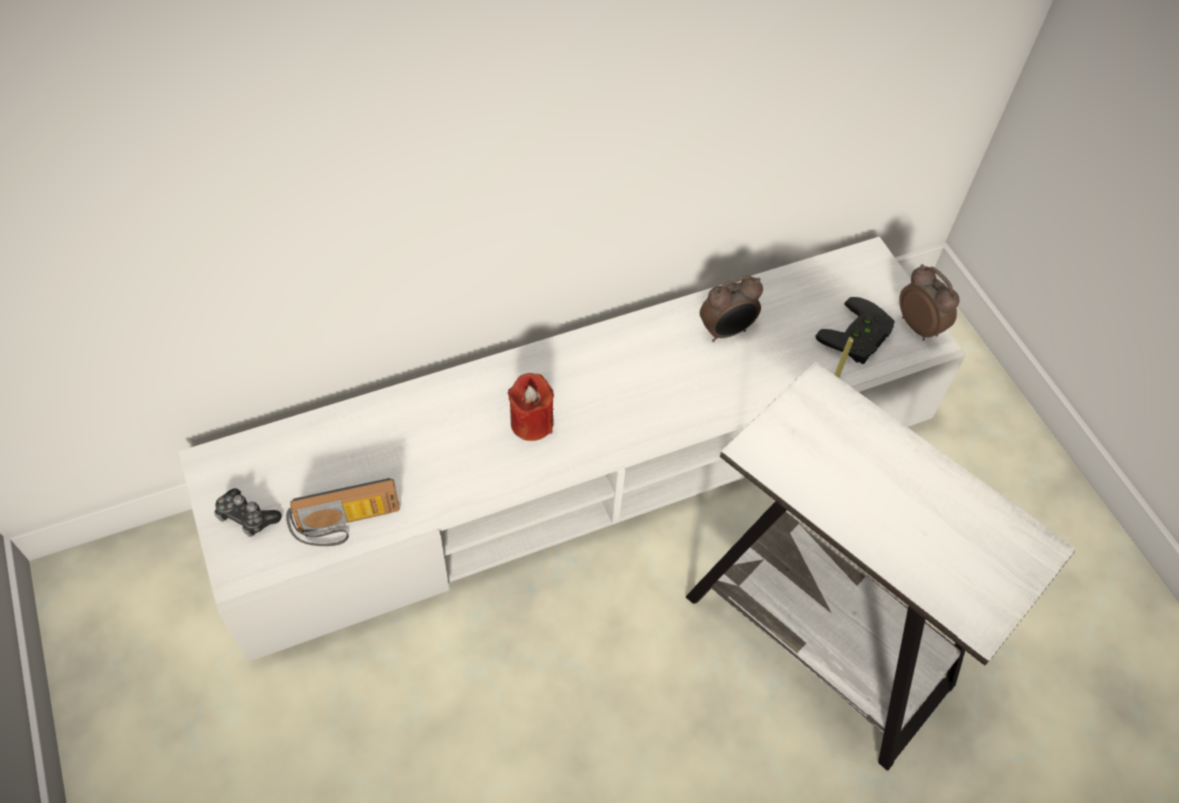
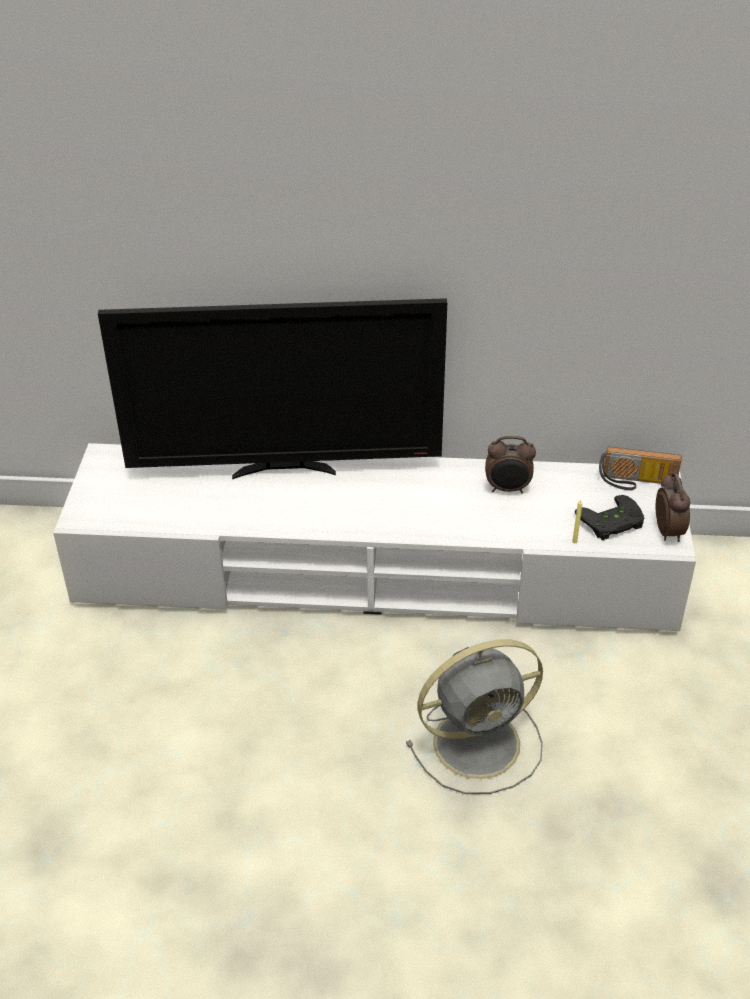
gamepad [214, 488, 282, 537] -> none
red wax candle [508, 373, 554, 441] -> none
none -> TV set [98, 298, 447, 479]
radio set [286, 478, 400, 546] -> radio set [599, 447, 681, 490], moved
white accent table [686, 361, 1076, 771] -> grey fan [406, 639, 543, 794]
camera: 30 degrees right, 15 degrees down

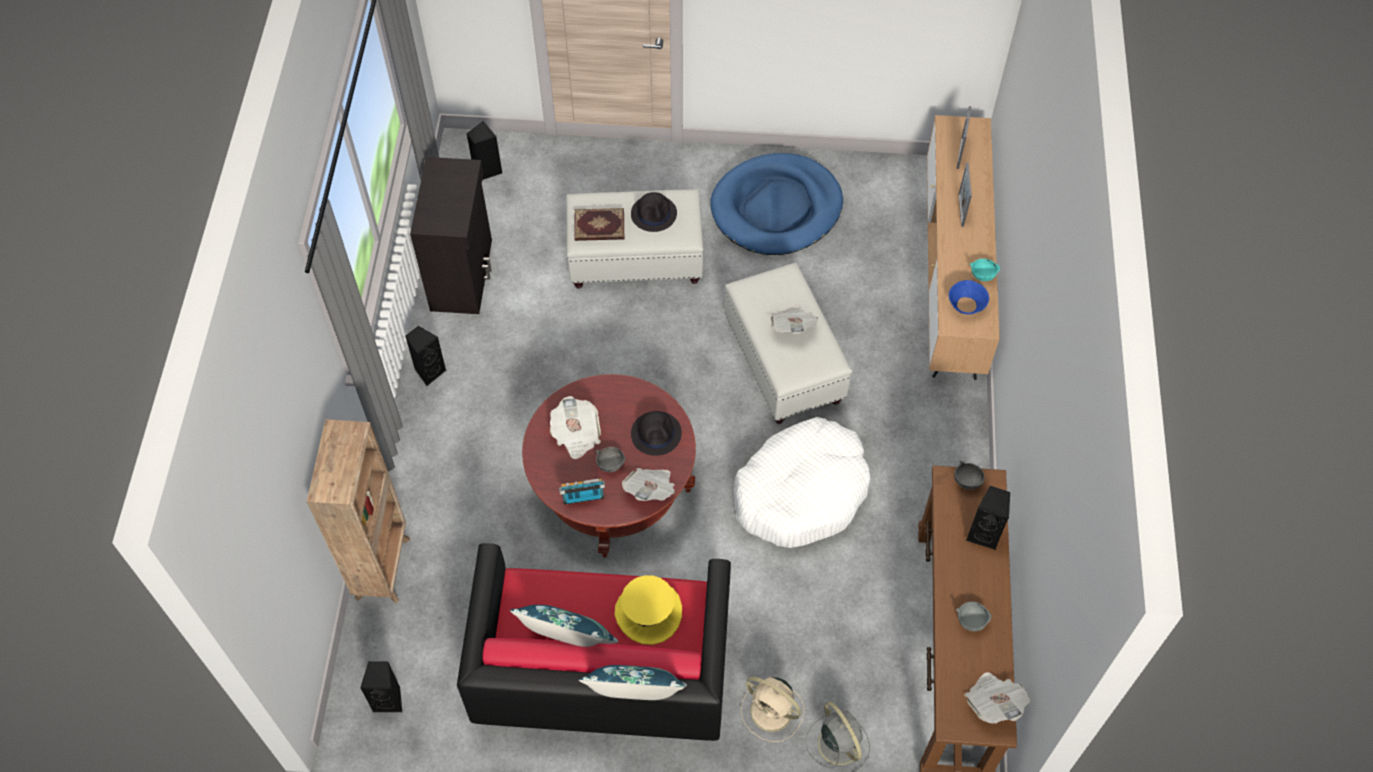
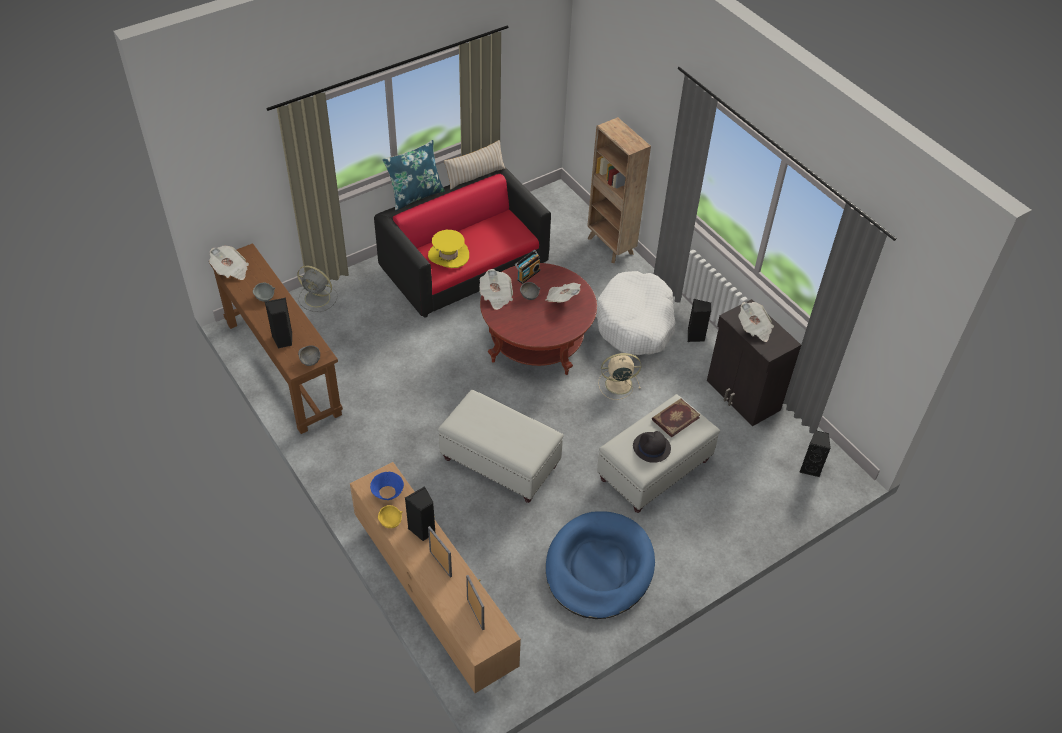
bluish cushion [510, 605, 619, 647] -> none
black wearable hat [631, 411, 682, 456] -> none
none -> beige cushion [444, 140, 505, 190]
black loudspeaker [360, 661, 402, 713] -> black loudspeaker [405, 486, 435, 541], moved
white pet bed [734, 417, 871, 548] -> white pet bed [596, 271, 676, 355], moved
beige fan [741, 677, 804, 742] -> beige fan [599, 353, 641, 400], moved
newspaper [770, 305, 818, 334] -> newspaper [739, 302, 774, 342], moved
blue-green deep dish [969, 259, 1000, 281] -> yellow deep dish [378, 505, 403, 528]
camera: 140 degrees right, 10 degrees down

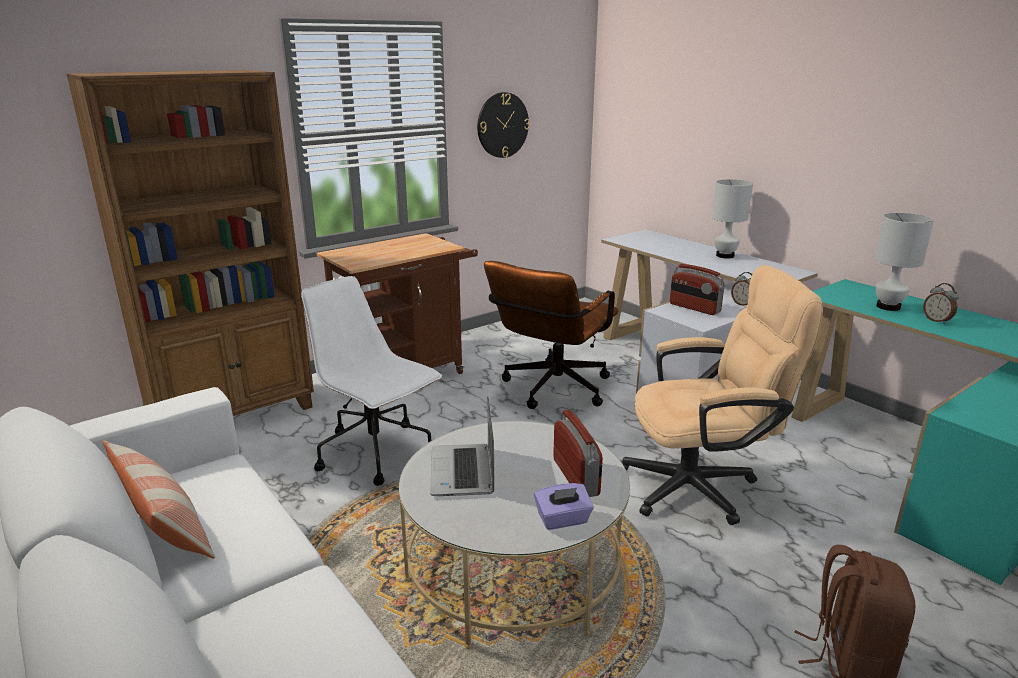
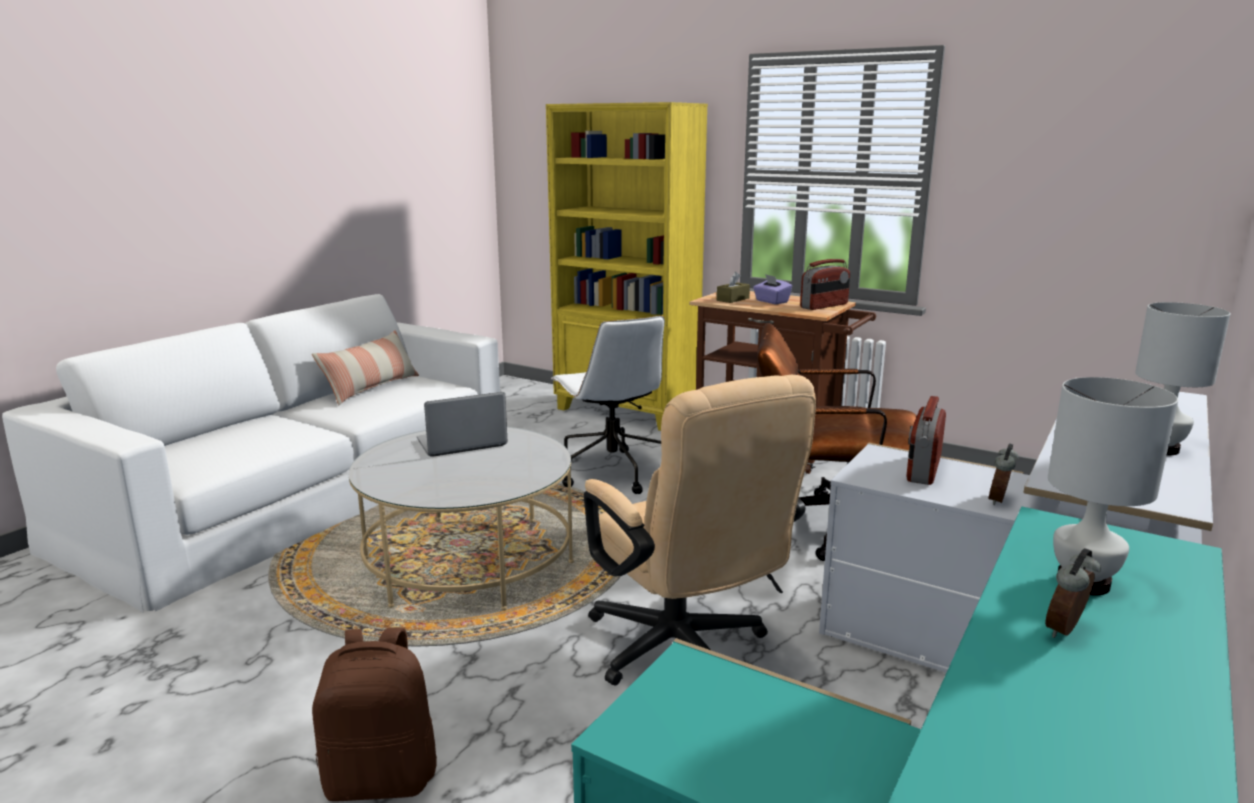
wall clock [477, 92, 530, 158] -> none
none -> brownish box of tissues [717, 272, 750, 303]
purplish box of tissues [534, 483, 594, 530] -> purplish box of tissues [753, 274, 792, 304], moved
radio set [553, 410, 603, 497] -> radio set [800, 259, 850, 310], moved
brownish shelving unit [66, 70, 314, 416] -> yellow shelving unit [546, 102, 708, 431]
white computer chair [301, 276, 442, 486] -> white computer chair [551, 316, 665, 494], 135 degrees clockwise
camera: 70 degrees right, 5 degrees down

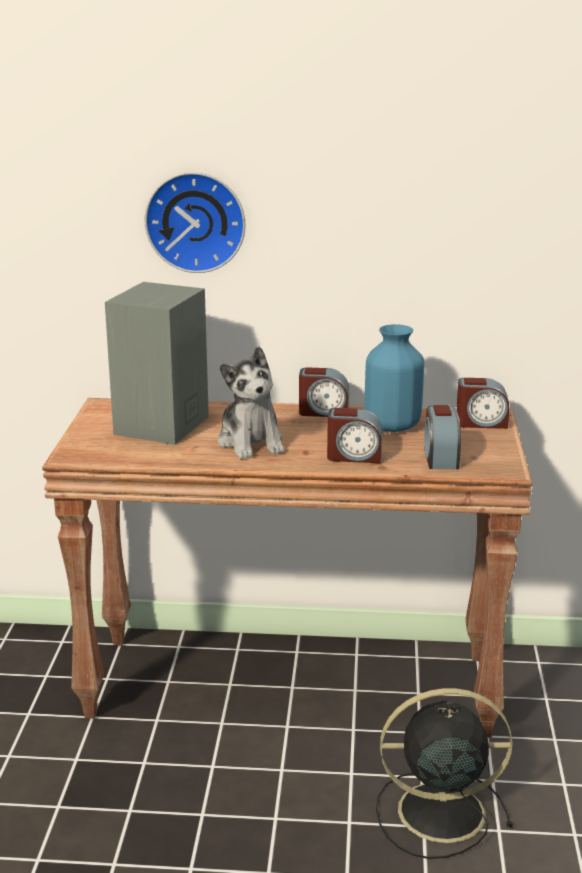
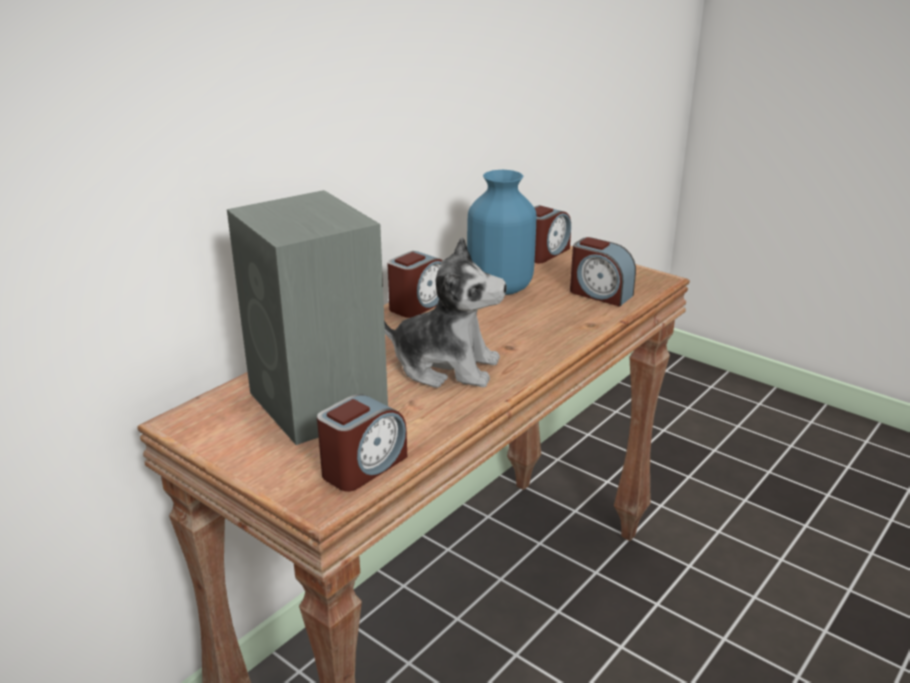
wall clock [145, 172, 245, 273] -> none
black fan [376, 688, 513, 859] -> none
alarm clock [327, 408, 382, 463] -> alarm clock [317, 394, 407, 492], moved
camera: 55 degrees left, 5 degrees up

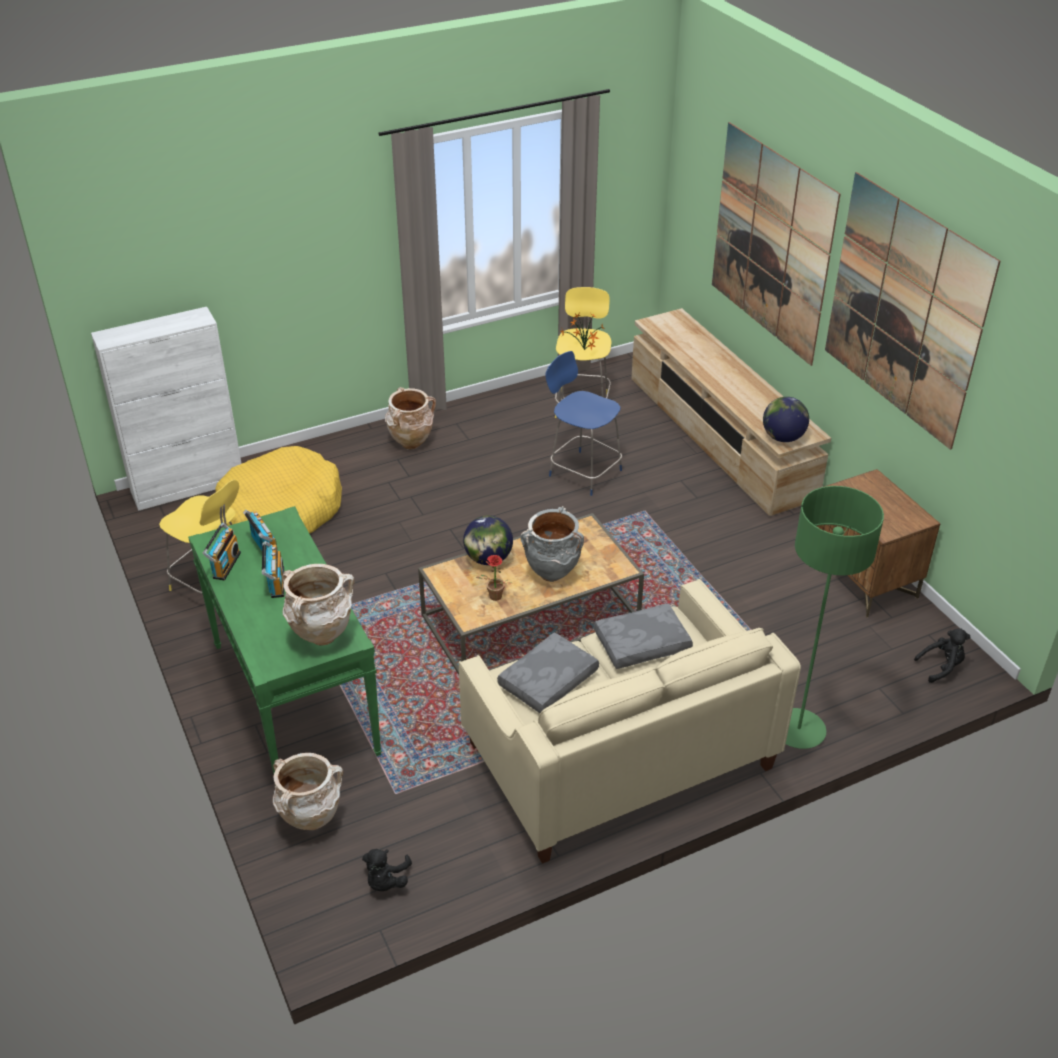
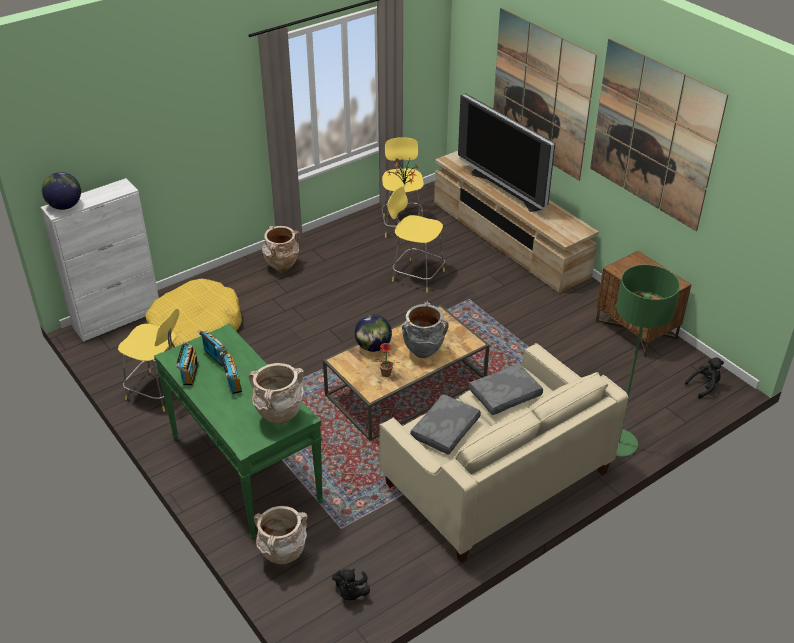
none -> TV set [458, 93, 555, 212]
desk globe [763, 397, 809, 442] -> desk globe [42, 172, 81, 210], moved
bluish stool [545, 351, 622, 496] -> yellow stool [387, 186, 445, 292]
camera: 10 degrees left, 0 degrees up

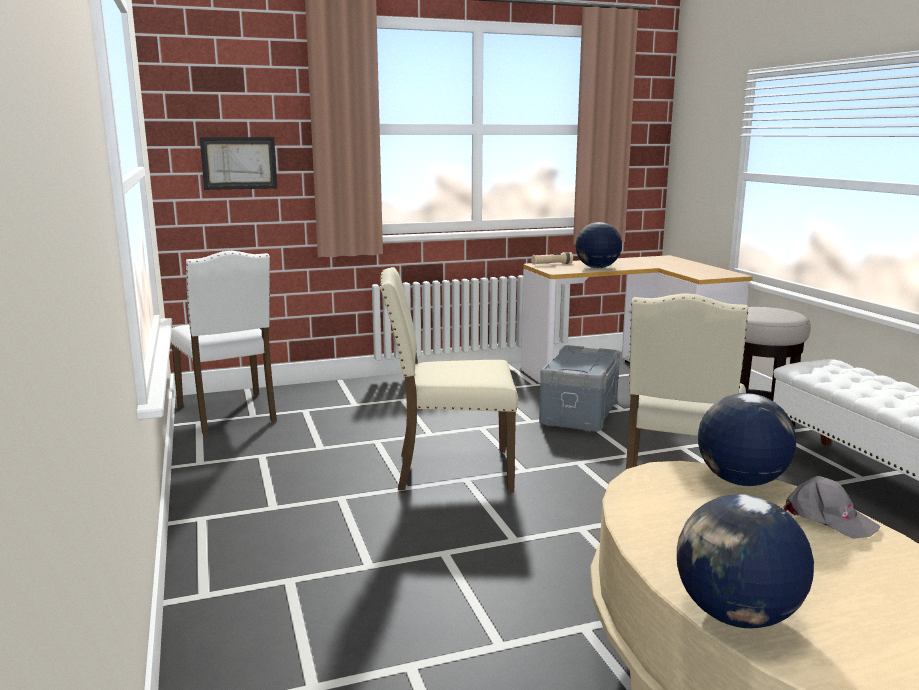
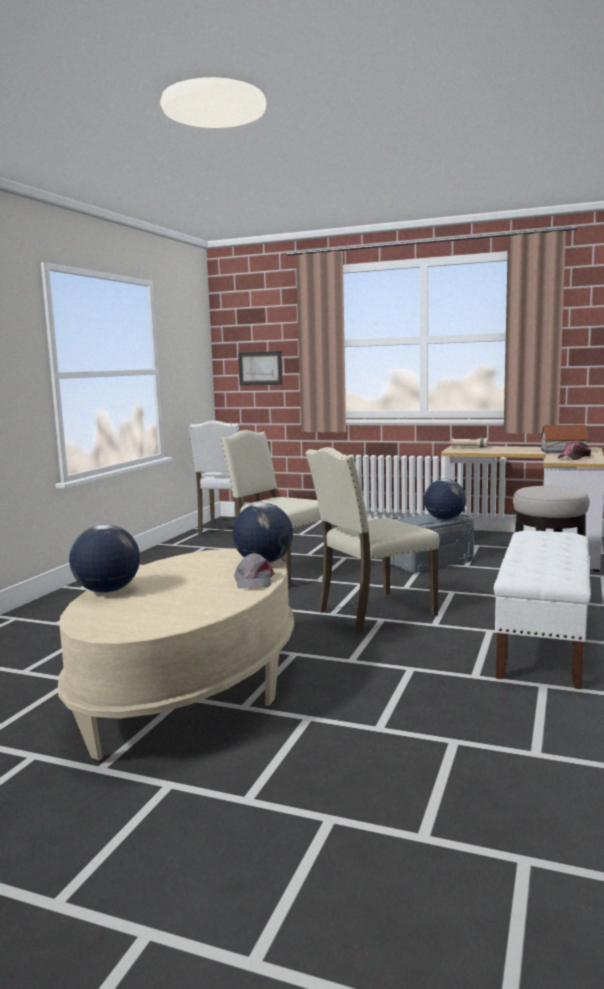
none -> miniature house [540, 425, 589, 453]
none -> peaked cap [558, 441, 591, 460]
desk globe [575, 222, 622, 268] -> desk globe [424, 479, 466, 520], moved
camera: 40 degrees right, 5 degrees down

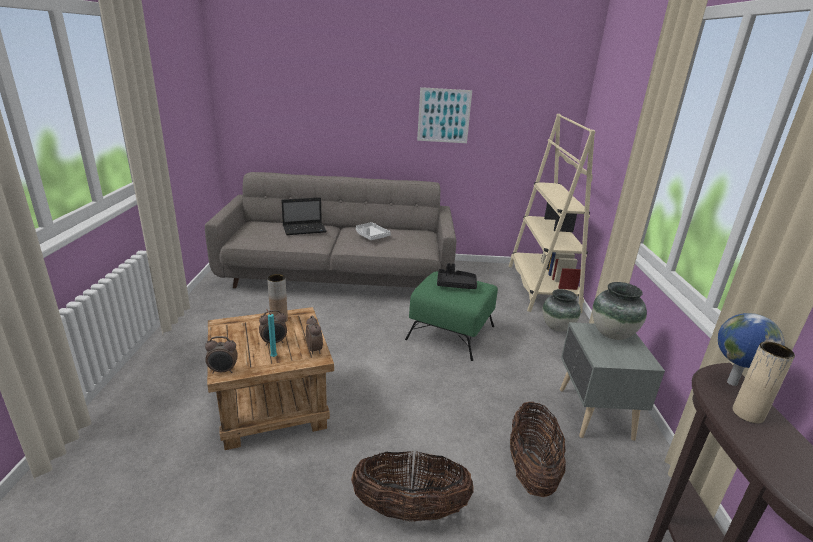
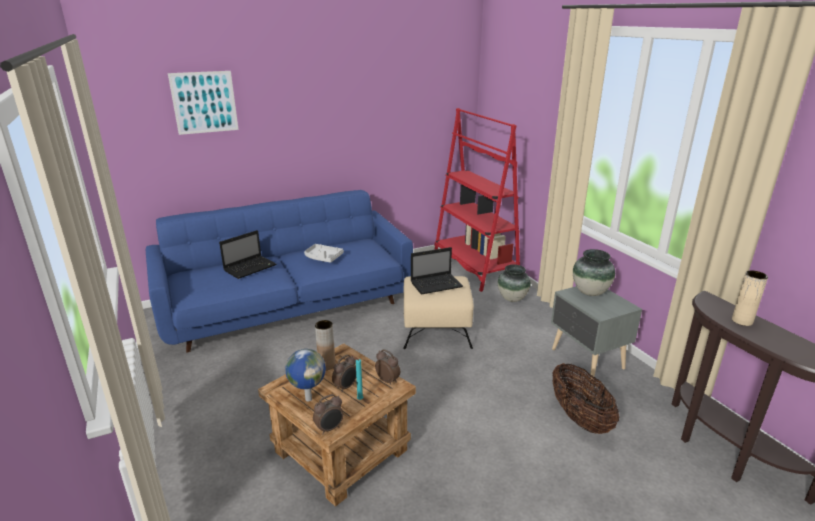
basket [351, 450, 474, 522] -> none
wall art [417, 87, 472, 143] -> wall art [168, 71, 239, 135], moved
desk globe [718, 313, 785, 386] -> desk globe [285, 349, 326, 402], moved
black serving tray [437, 263, 477, 289] -> notebook computer [411, 247, 463, 295]
grey settee [205, 172, 456, 288] -> bluish settee [146, 190, 413, 353]
green-coloured pouffe [405, 271, 498, 361] -> beige pouffe [403, 276, 474, 349]
beige shelving unit [509, 114, 595, 313] -> red shelving unit [434, 108, 520, 292]
camera: 25 degrees left, 0 degrees up

